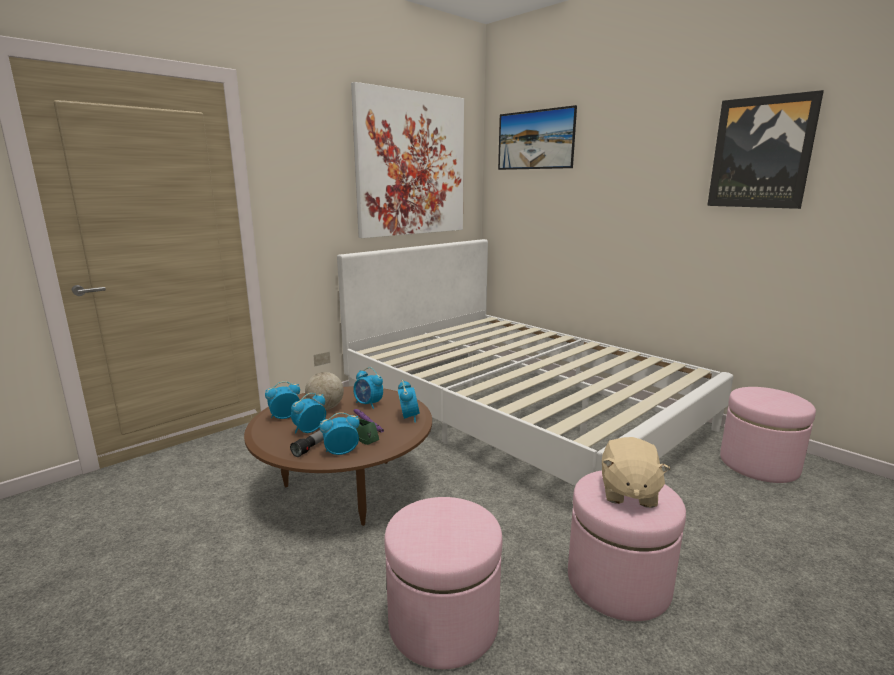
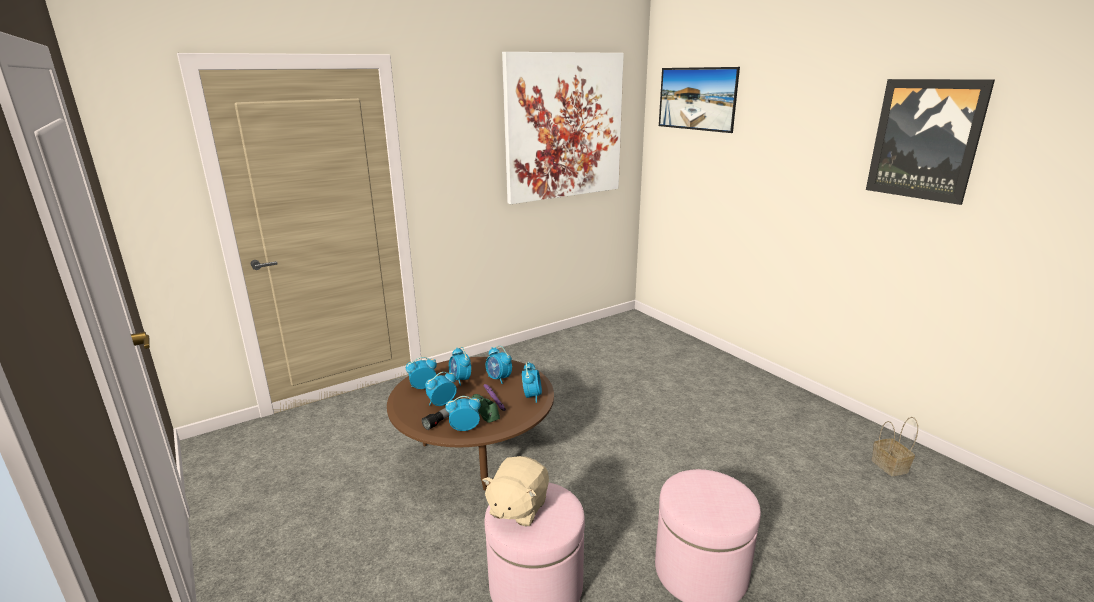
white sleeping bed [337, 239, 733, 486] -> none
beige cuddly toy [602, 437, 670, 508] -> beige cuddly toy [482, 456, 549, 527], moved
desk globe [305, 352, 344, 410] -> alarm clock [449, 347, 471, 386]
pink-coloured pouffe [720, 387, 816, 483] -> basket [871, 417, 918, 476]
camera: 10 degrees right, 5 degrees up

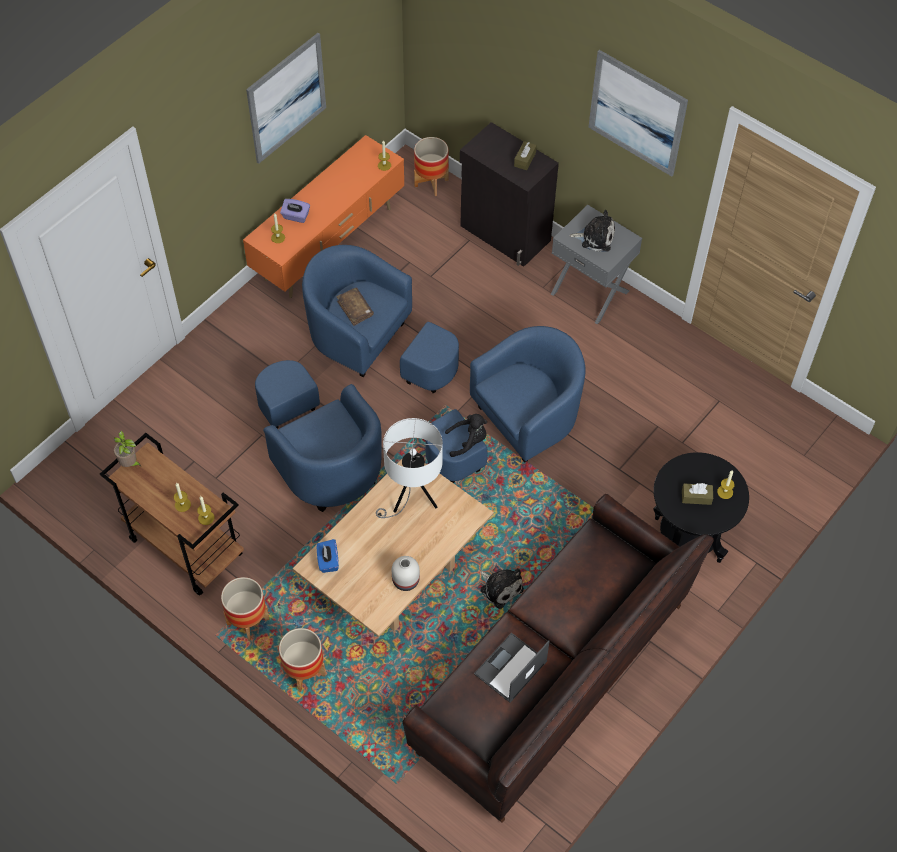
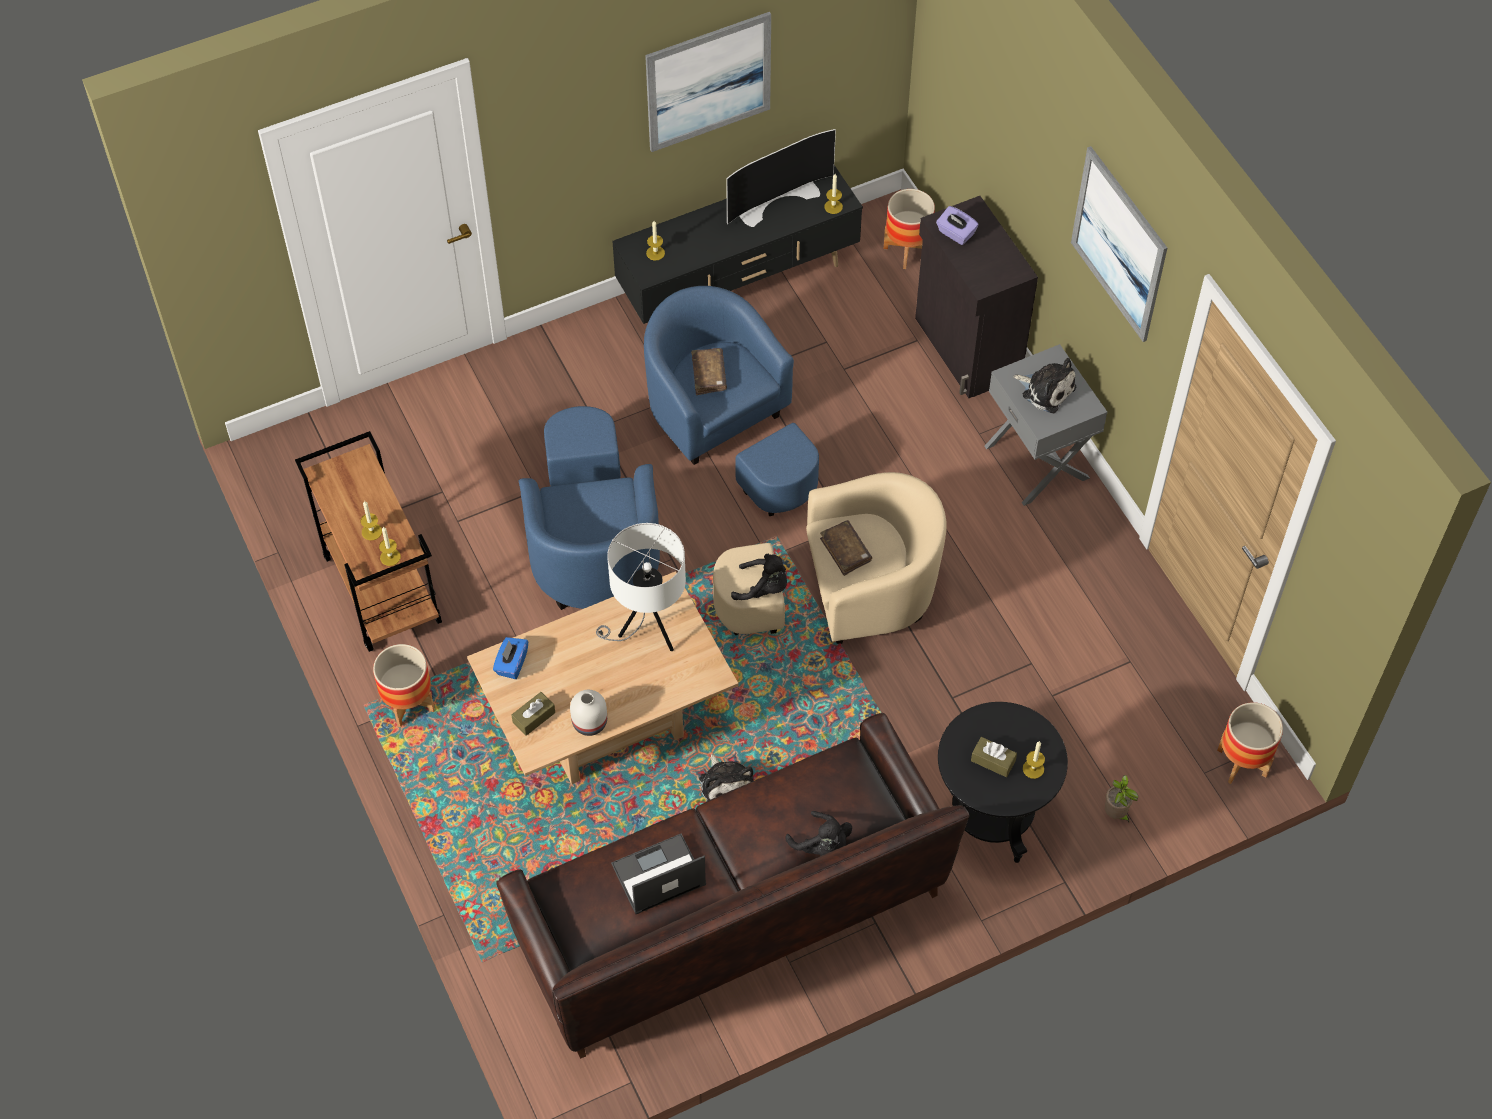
none -> TV set [726, 129, 836, 227]
none -> black cuddly toy [785, 811, 852, 856]
none -> brownish volume [820, 520, 872, 576]
plant in a pot [114, 431, 141, 467] -> plant in a pot [1105, 775, 1138, 822], moved
plant pot [279, 628, 326, 692] -> plant pot [1217, 702, 1283, 784], moved
purplish box of tissues [280, 199, 310, 223] -> purplish box of tissues [936, 206, 979, 245], moved
brownish box of tissues [514, 141, 537, 170] -> brownish box of tissues [512, 692, 555, 736], moved
orange-coloured media console [243, 135, 404, 298] -> black media console [613, 165, 863, 324]
bluish easy chair [425, 326, 585, 483] -> beige easy chair [713, 472, 947, 644]
camera: 25 degrees right, 0 degrees up

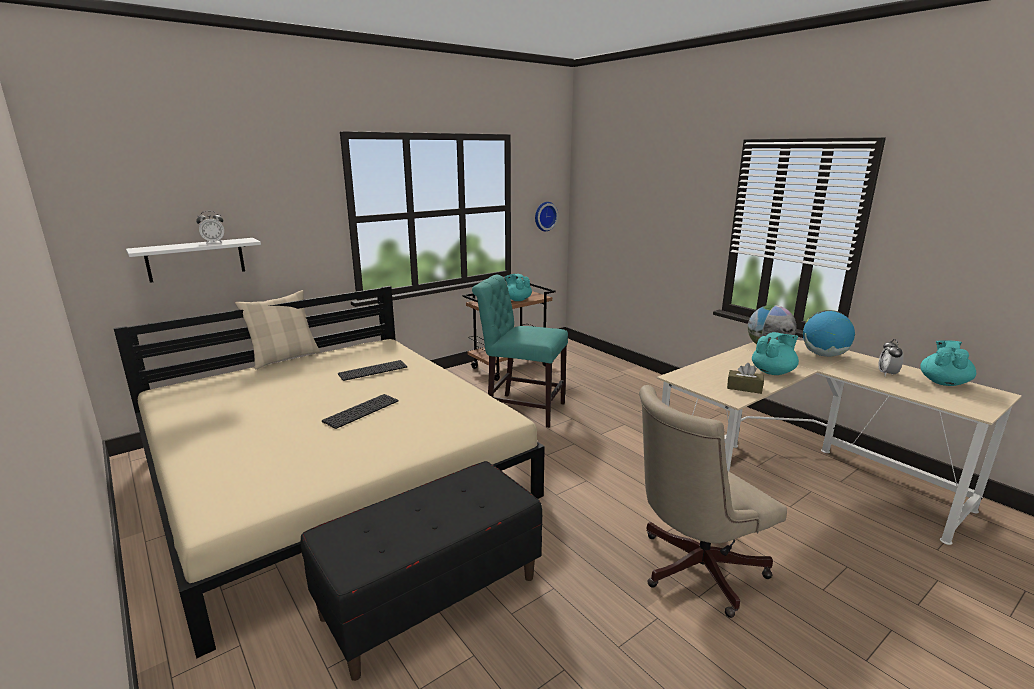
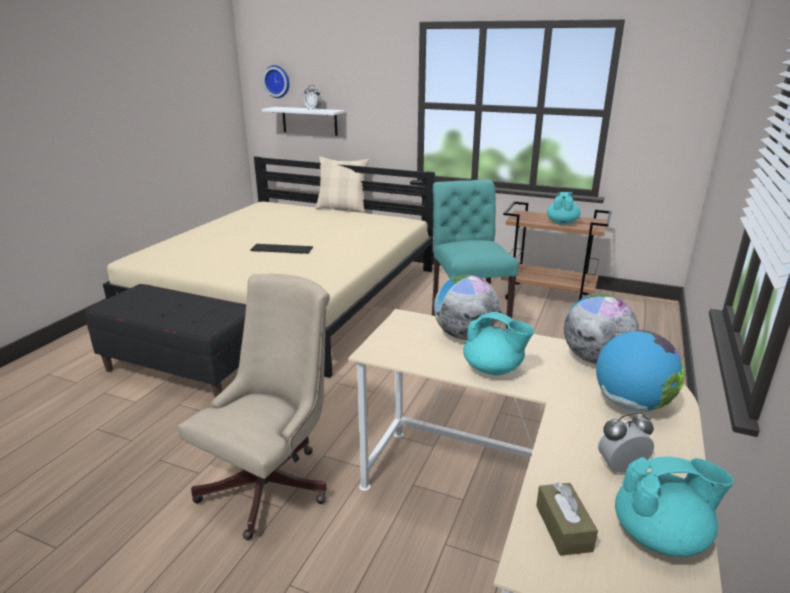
computer keyboard [338, 360, 407, 381] -> none
none -> desk globe [434, 275, 500, 340]
wall clock [535, 202, 558, 231] -> wall clock [263, 65, 290, 98], moved
brownish box of tissues [727, 363, 764, 394] -> brownish box of tissues [536, 483, 598, 556], moved
beige computer chair [639, 385, 787, 618] -> beige computer chair [178, 274, 330, 540], 90 degrees clockwise
camera: 60 degrees right, 5 degrees up

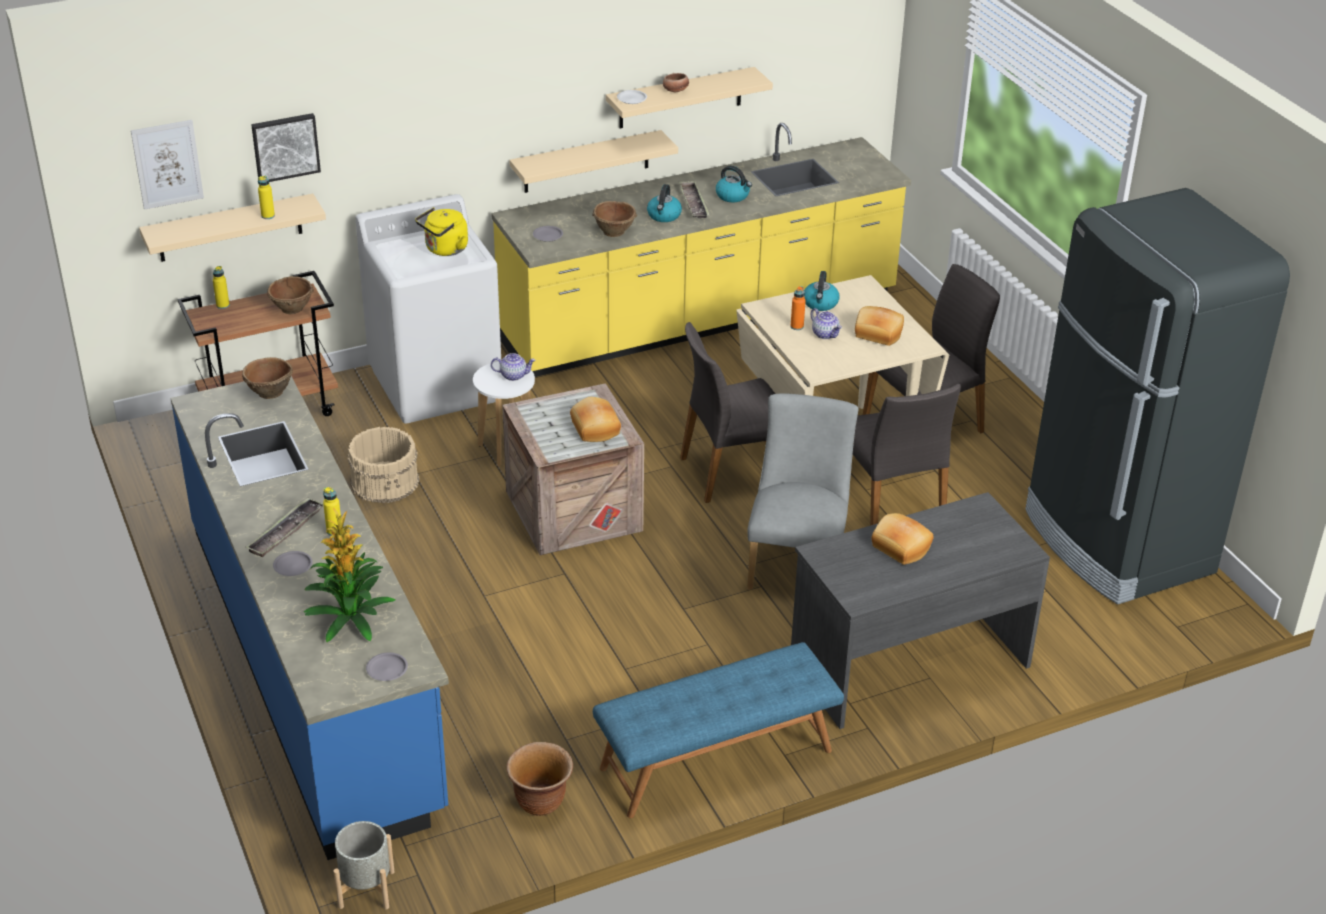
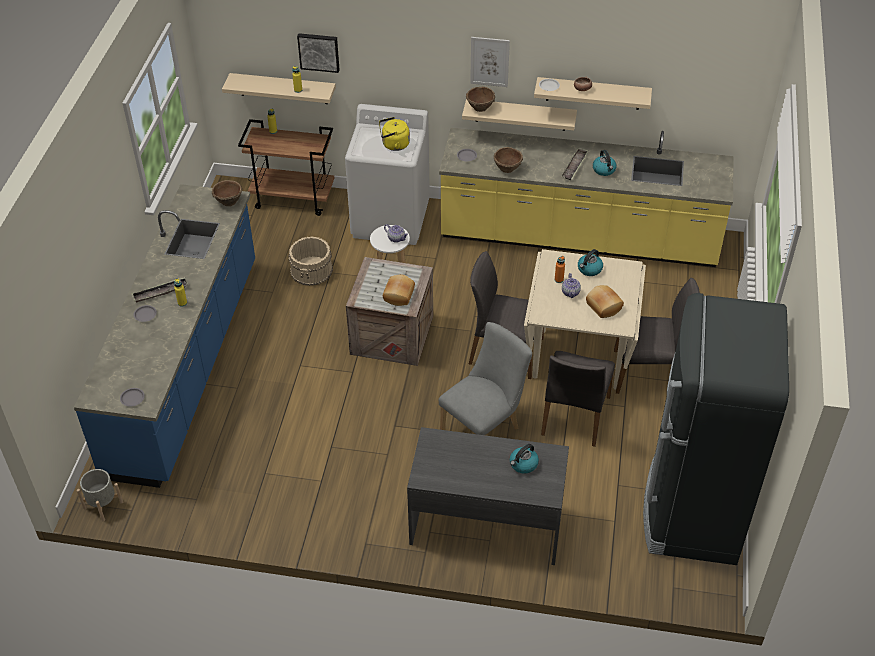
plant in a pot [304, 508, 395, 642] -> none
brownish plant pot [507, 742, 573, 816] -> none
bluish long seat [593, 642, 844, 818] -> none
baked bread [871, 513, 934, 565] -> none
wall art [131, 120, 204, 210] -> wall art [470, 37, 510, 87], moved
brownish deep dish [267, 276, 314, 314] -> brownish deep dish [466, 87, 495, 112], moved
water kettle [647, 184, 682, 222] -> water kettle [510, 444, 539, 474], moved
camera: 35 degrees right, 10 degrees up

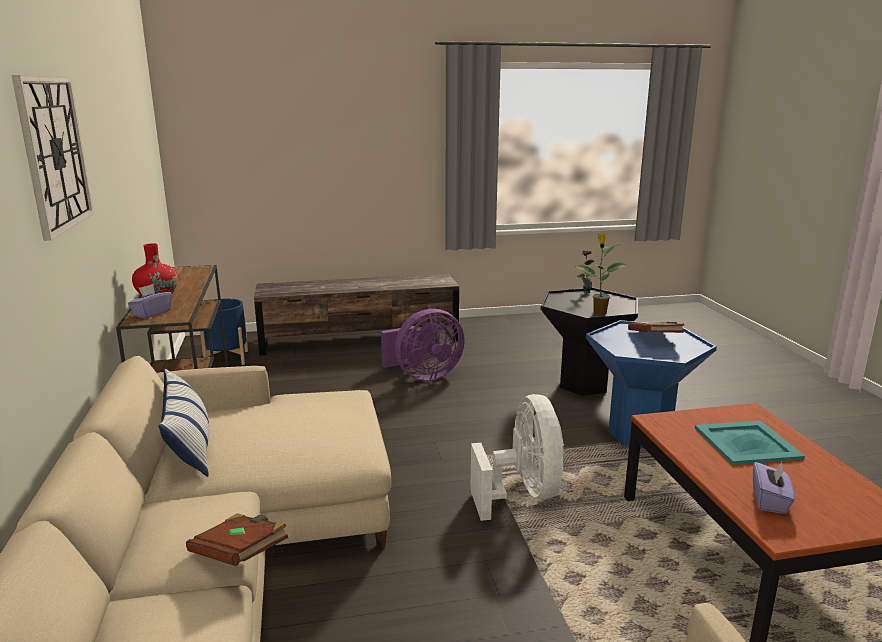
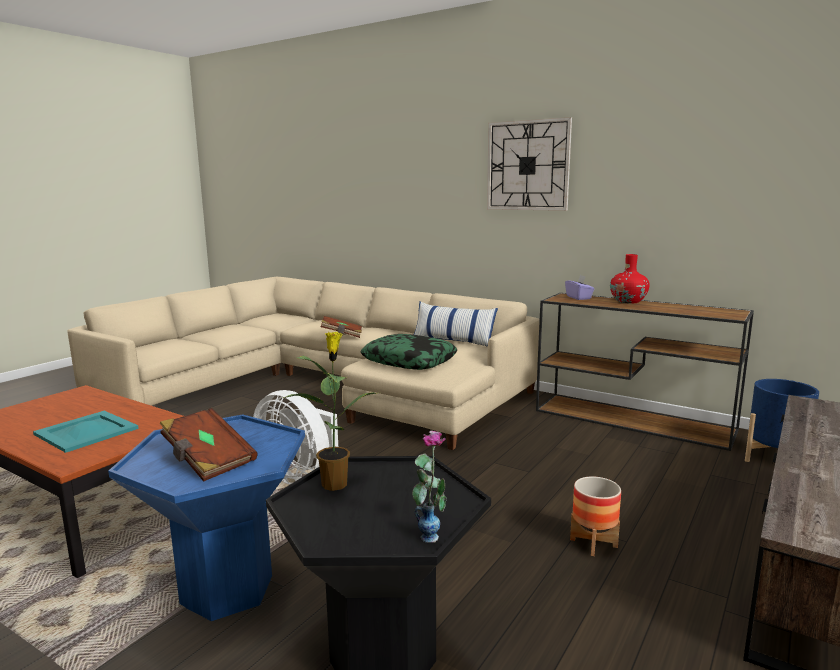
purplish box of tissues [753, 462, 795, 514] -> none
none -> cushion [360, 334, 457, 370]
purplish fan [381, 309, 465, 381] -> plant pot [570, 476, 621, 556]
camera: 135 degrees right, 5 degrees down

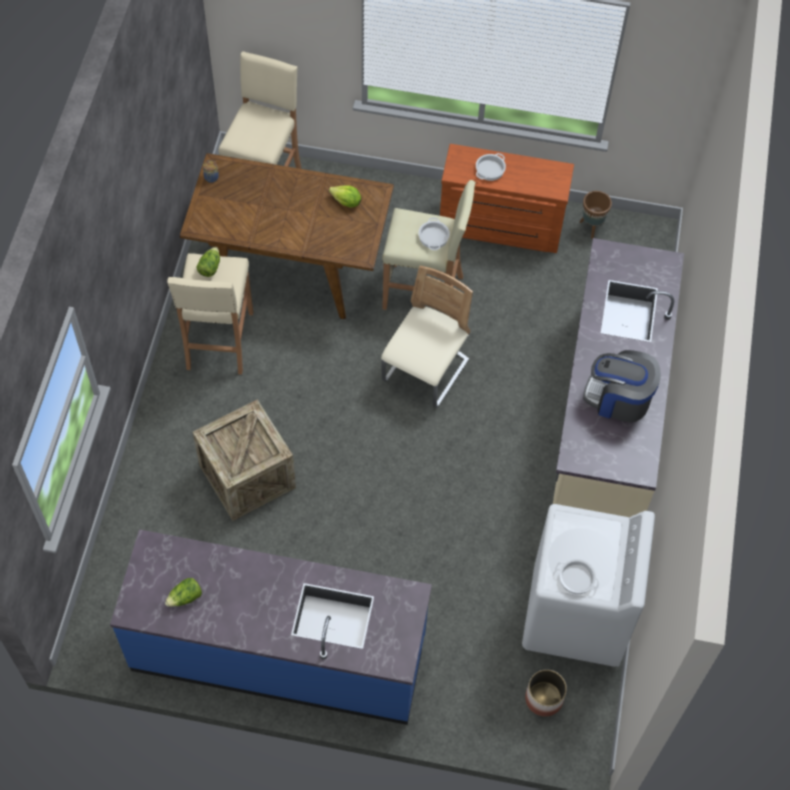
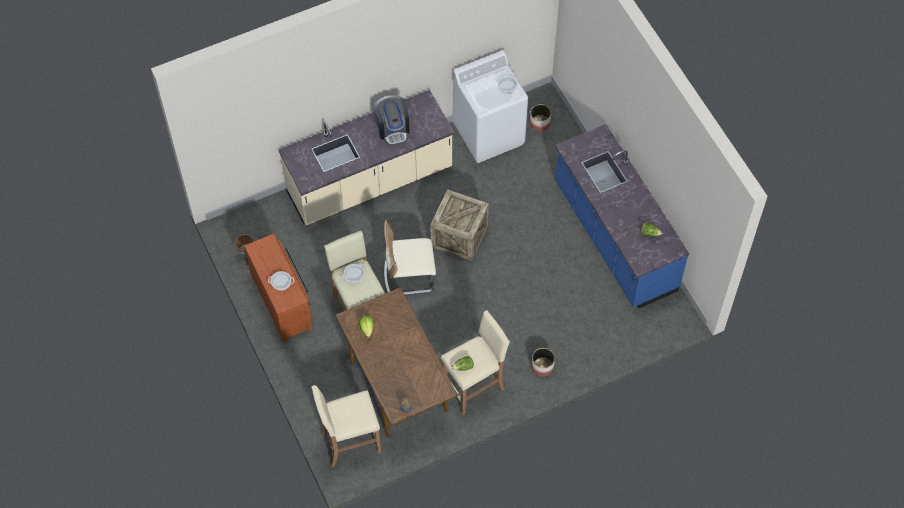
none -> plant pot [531, 348, 555, 377]
packing crate [192, 399, 296, 521] -> packing crate [430, 189, 489, 261], moved
camera: 125 degrees left, 0 degrees up

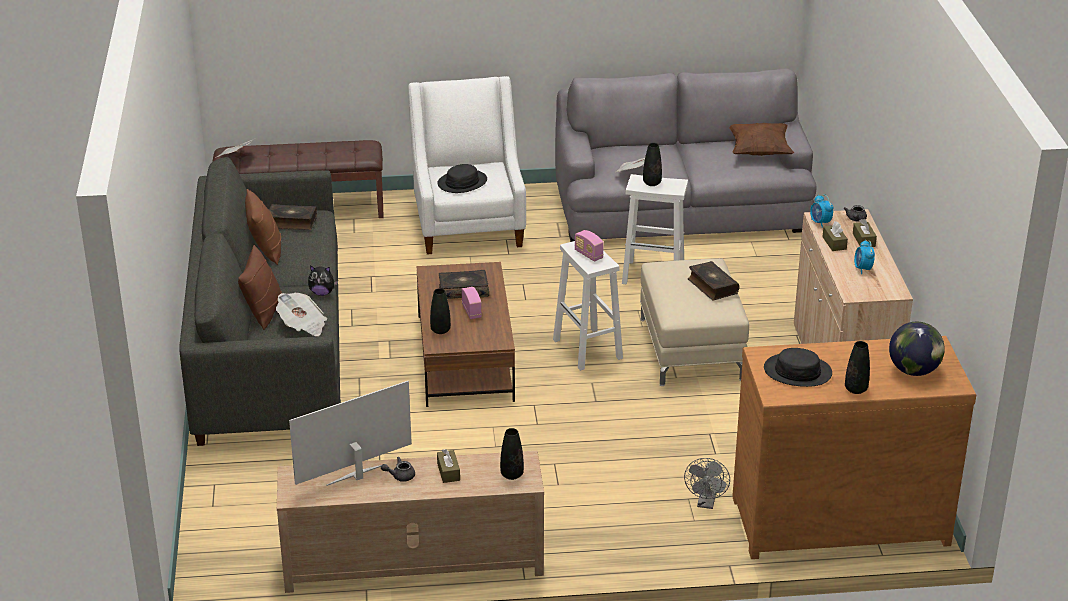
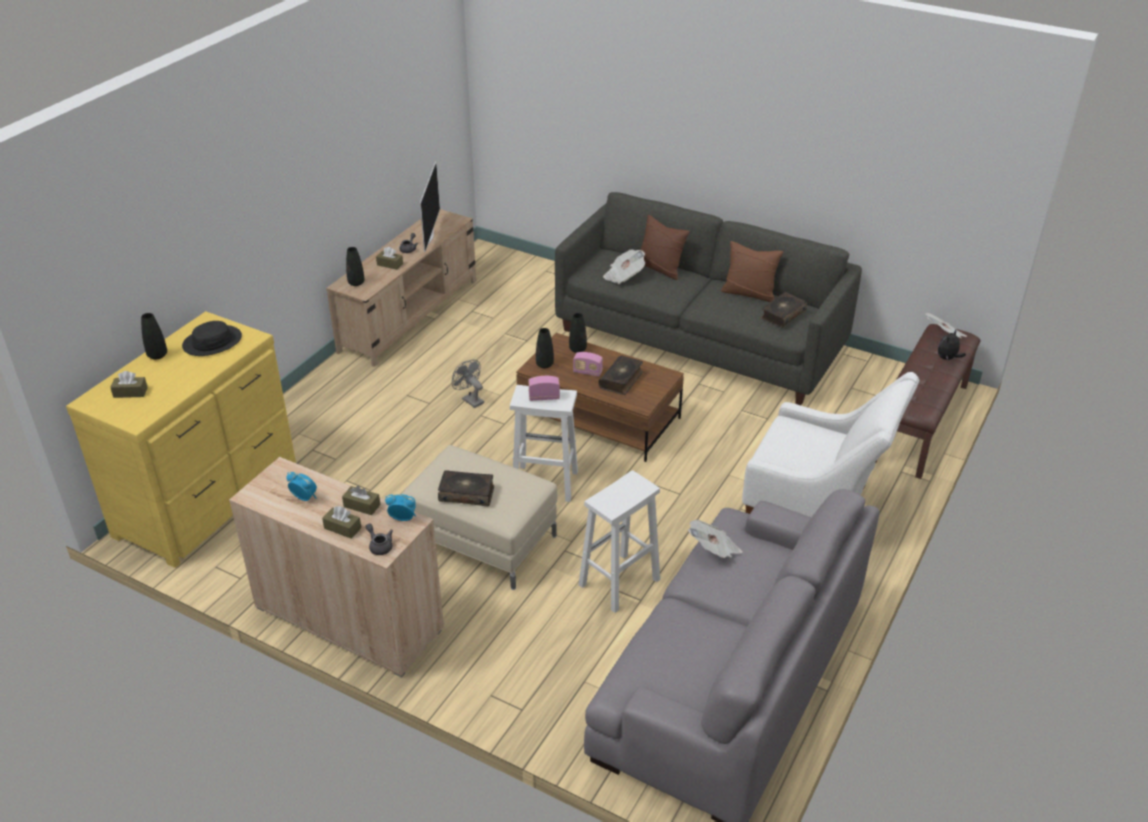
black wearable hat [437, 164, 487, 193] -> none
brownish cushion [729, 123, 794, 156] -> none
cuddly toy [308, 266, 338, 296] -> cuddly toy [938, 329, 966, 360], moved
black flower vase [643, 143, 662, 186] -> black flower vase [536, 328, 554, 368], moved
grey fan [684, 458, 730, 509] -> grey fan [452, 360, 484, 408], moved
desk globe [889, 322, 945, 376] -> brownish box of tissues [110, 371, 148, 398]
brownish drawer chest [732, 336, 976, 559] -> yellow drawer chest [66, 311, 296, 568]
camera: 125 degrees right, 5 degrees up

